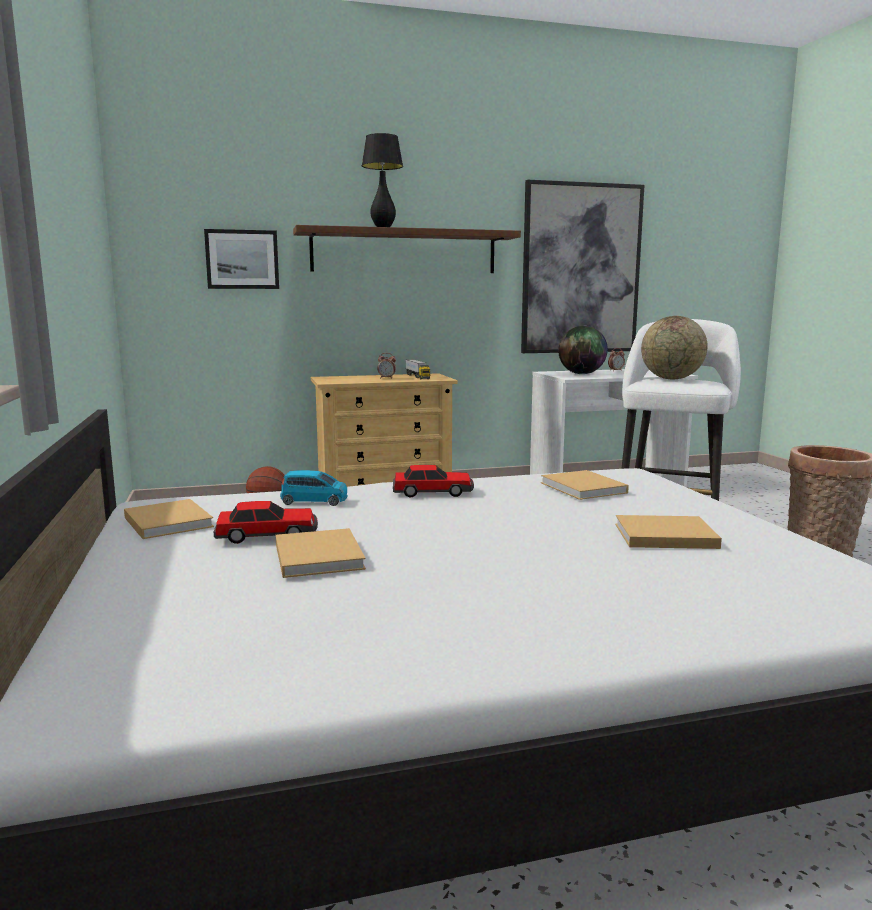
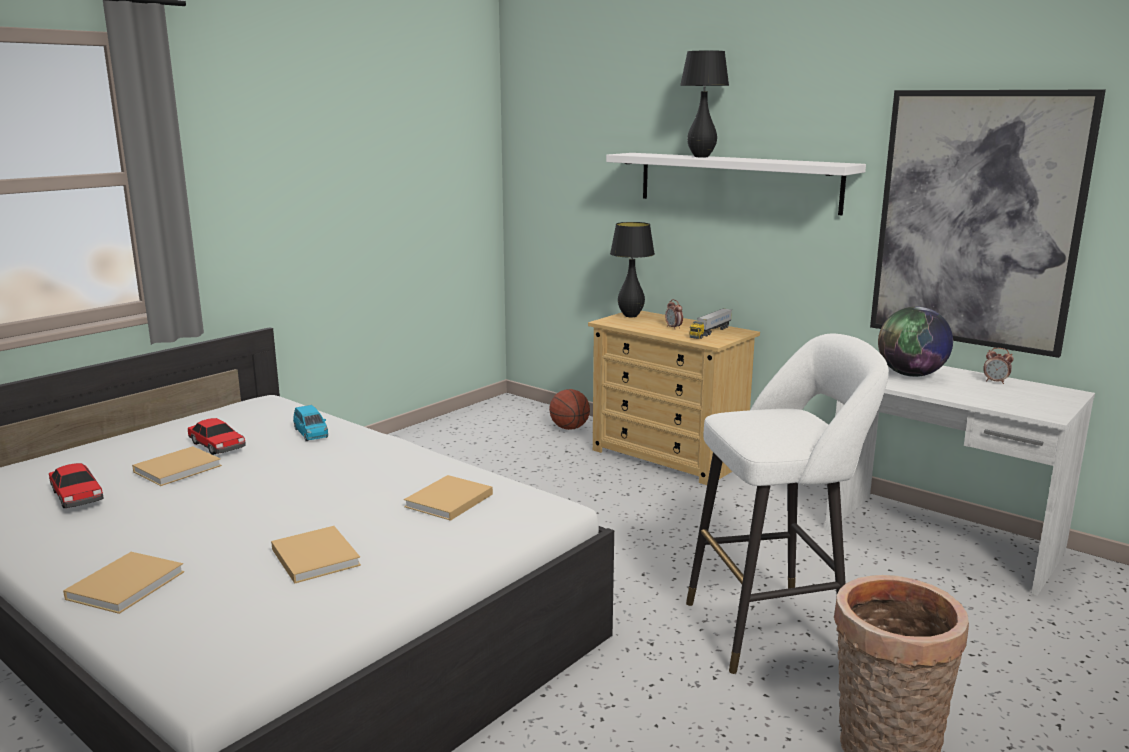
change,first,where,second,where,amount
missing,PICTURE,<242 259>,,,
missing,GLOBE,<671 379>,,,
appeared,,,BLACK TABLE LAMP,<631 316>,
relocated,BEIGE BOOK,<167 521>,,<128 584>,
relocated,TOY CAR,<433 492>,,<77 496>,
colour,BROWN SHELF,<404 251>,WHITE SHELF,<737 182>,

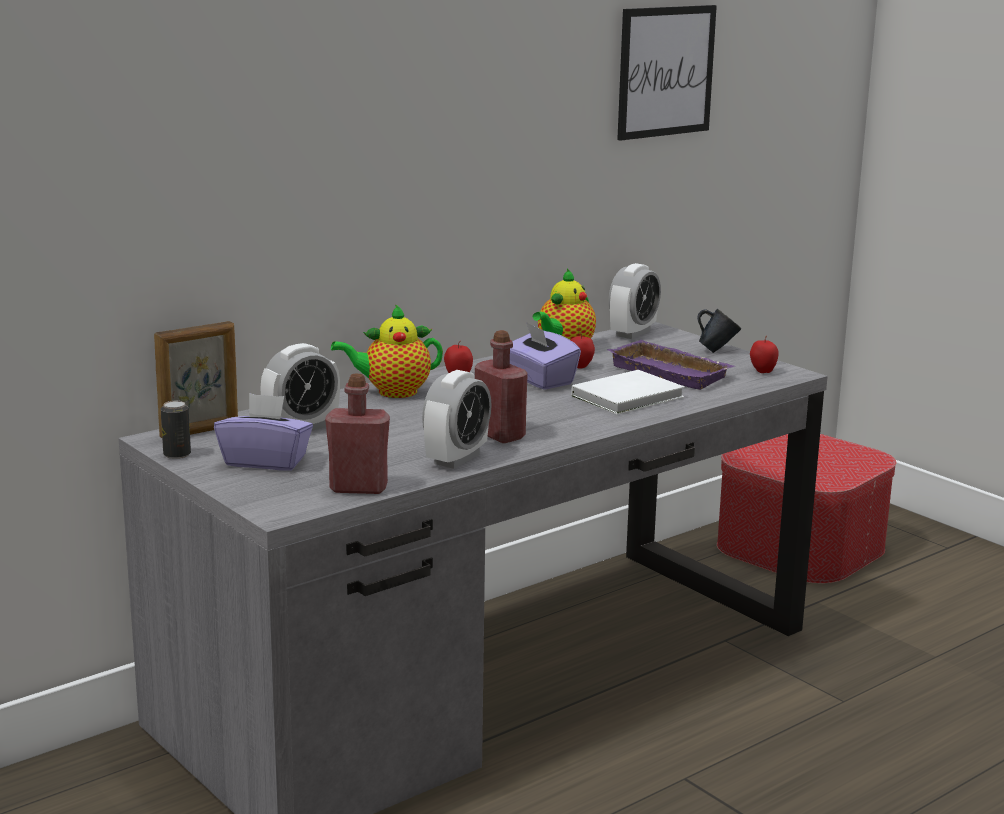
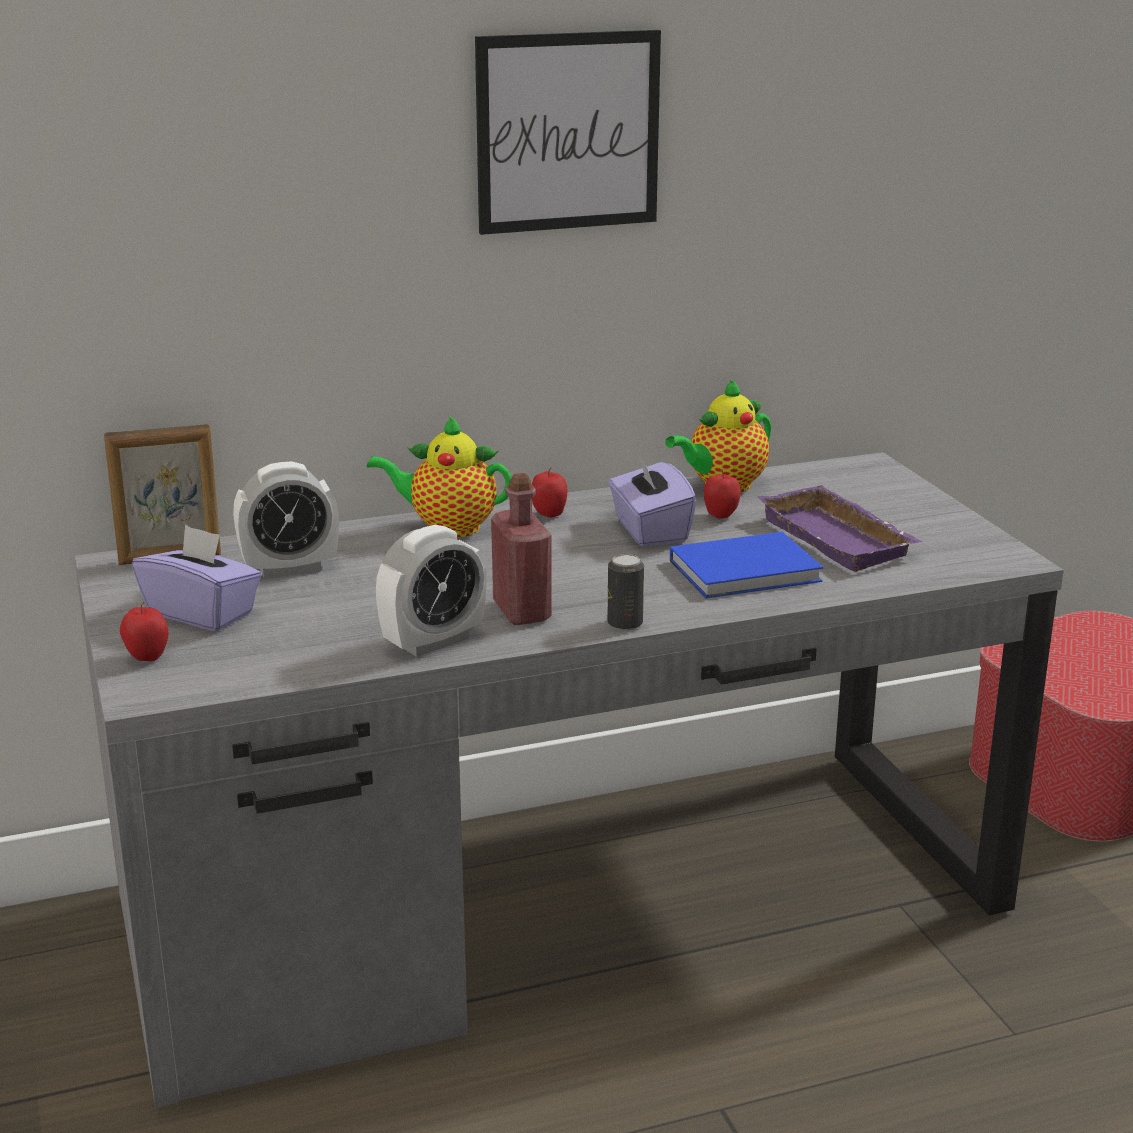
change,first,where,second,where,amount
missing,RED BOTTLE,<358 488>,,,
missing,ALARM CLOCK,<633 333>,,,
missing,BLUE MUG,<717 351>,,,
relocated,CAN,<177 455>,,<625 624>,
relocated,PICTURE,<666 71>,,<568 132>,
relocated,APPLE,<762 372>,,<147 658>,
colour,WHITE BOOK,<630 396>,BLUE BOOK,<749 571>,

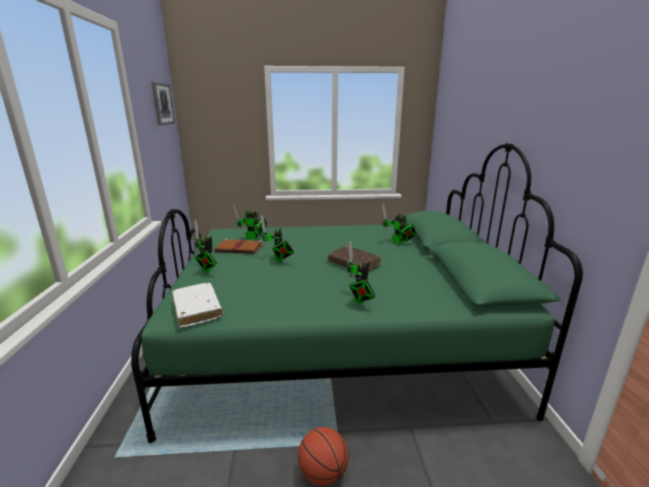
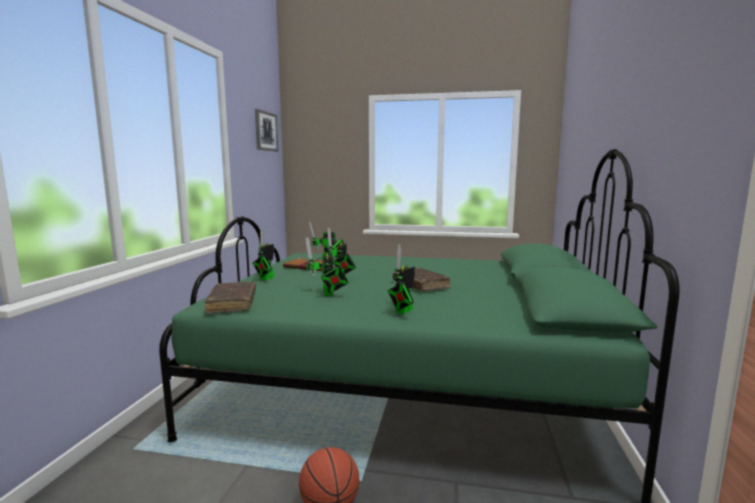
change,first,where,second,where,amount
relocated,TOY ROBOT,<399 242>,,<328 294>,
colour,WHITE BOOK,<197 310>,BROWN BOOK,<232 303>,

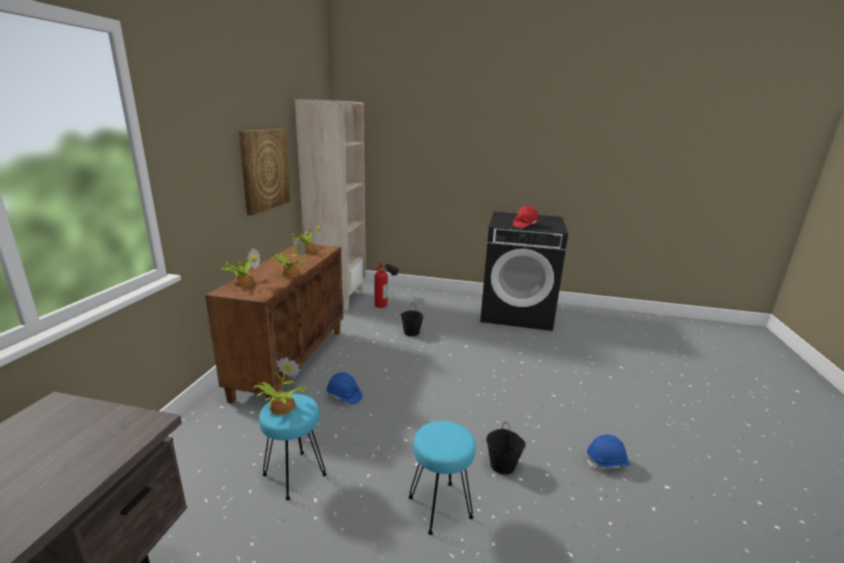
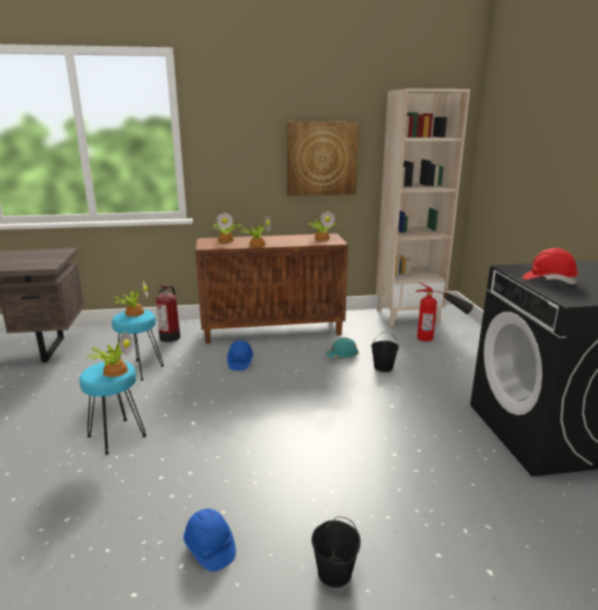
change,first,where,second,where,amount
appeared,,,POTTED PLANT,<115 370>,
appeared,,,FIRE EXTINGUISHER,<170 337>,
appeared,,,TURQUOISE HARD HAT,<342 355>,
relocated,BLACK BUCKET,<503 465>,,<335 573>,

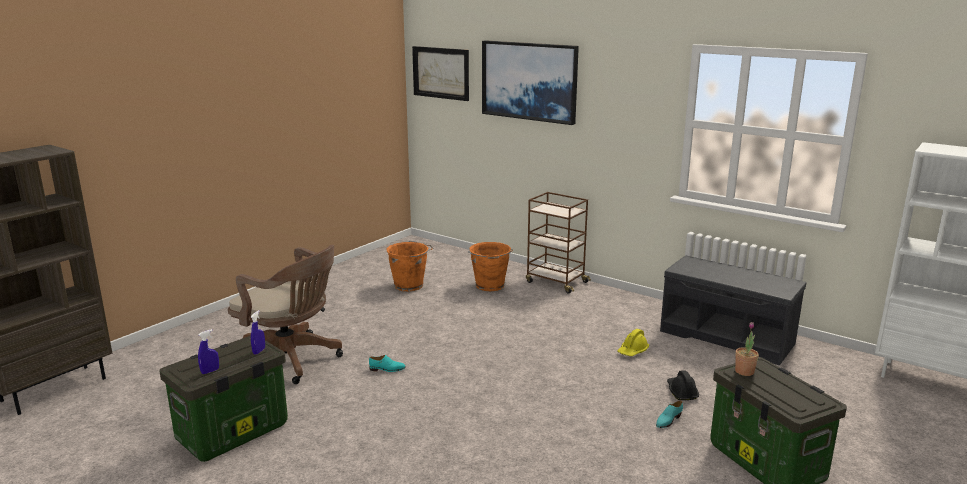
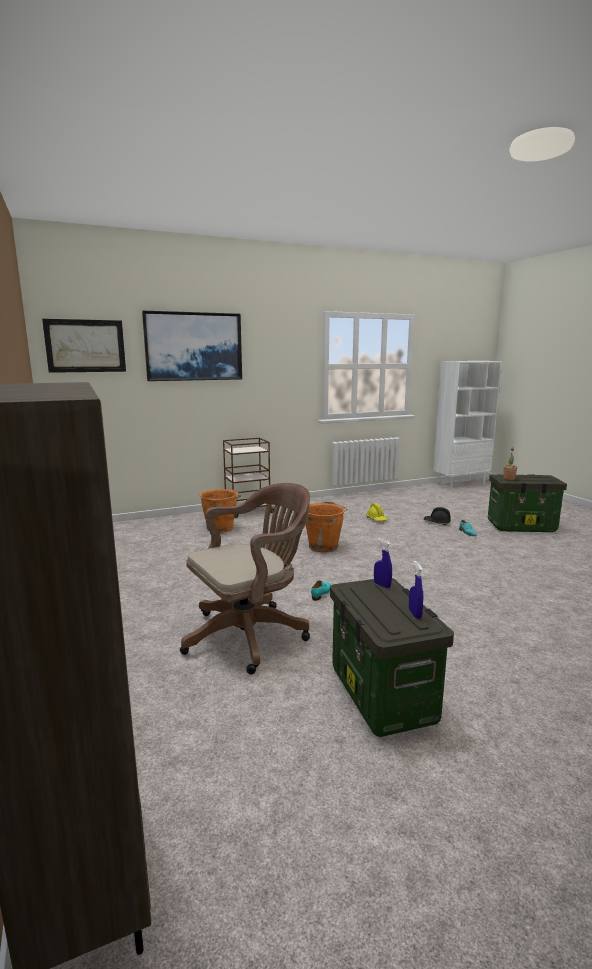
change,first,where,second,where,amount
missing,GREY BENCH,<728 337>,,,
relocated,ORANGE BUCKET,<410 285>,,<323 546>,

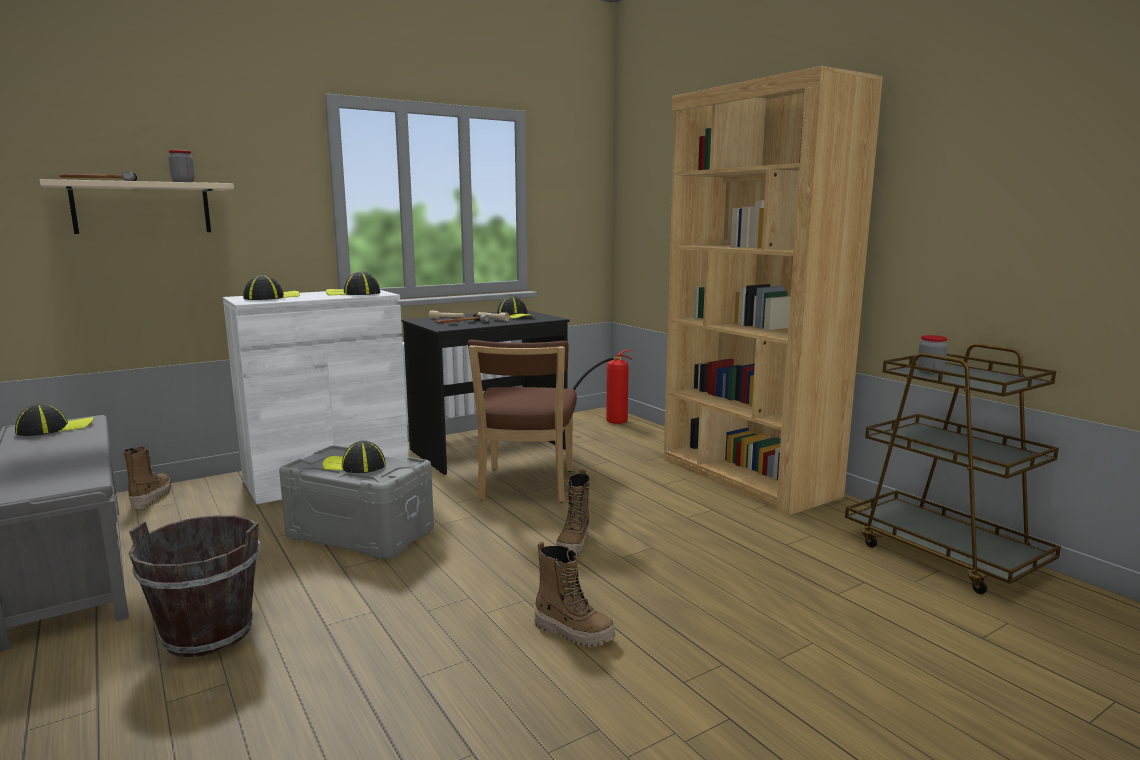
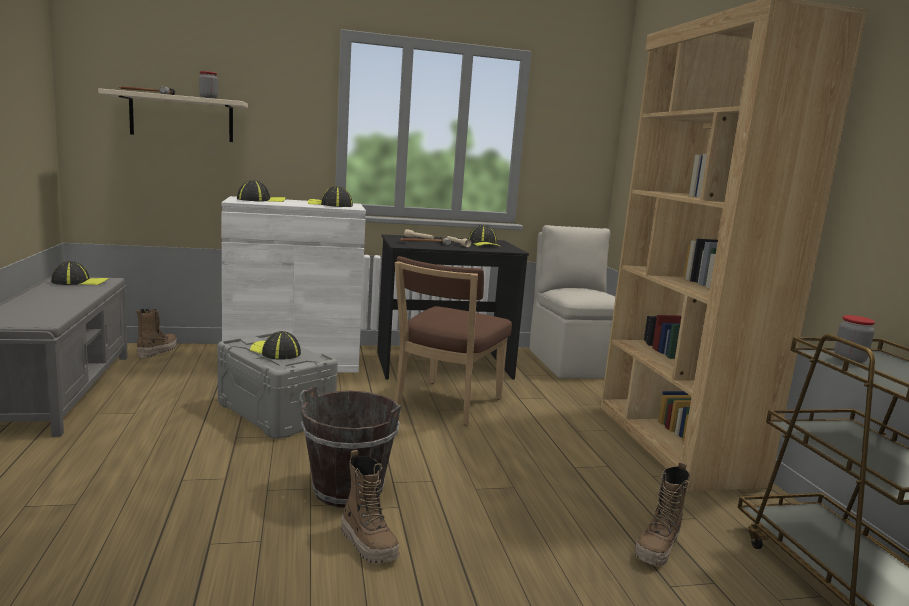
change,first,where,second,where,amount
relocated,BROWN BUCKET,<209 633>,,<348 490>,
relocated,BOOT,<574 544>,,<658 549>,
exchanged,FIRE EXTINGUISHER,<606 423>,BEIGE CHAIR,<573 362>,

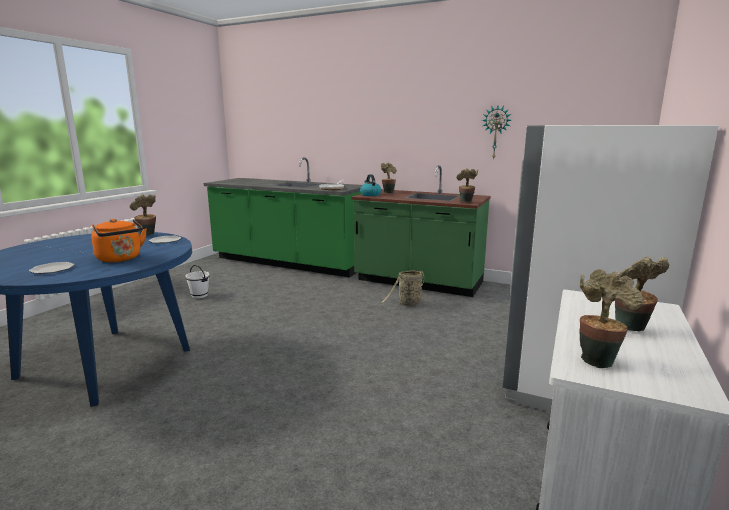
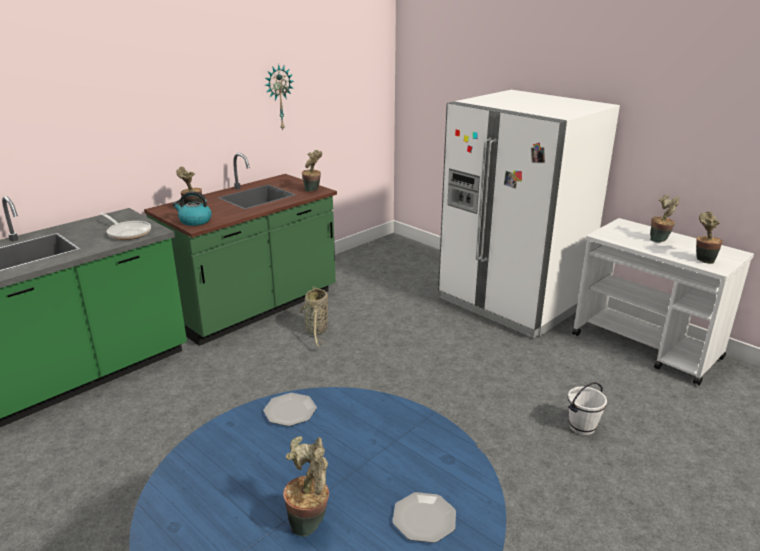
change,first,where,second,where,amount
missing,ORANGE KETTLE,<120 259>,,,
relocated,POTTED PLANT,<147 235>,,<310 523>,
relocated,WHITE BUCKET,<199 296>,,<582 427>,

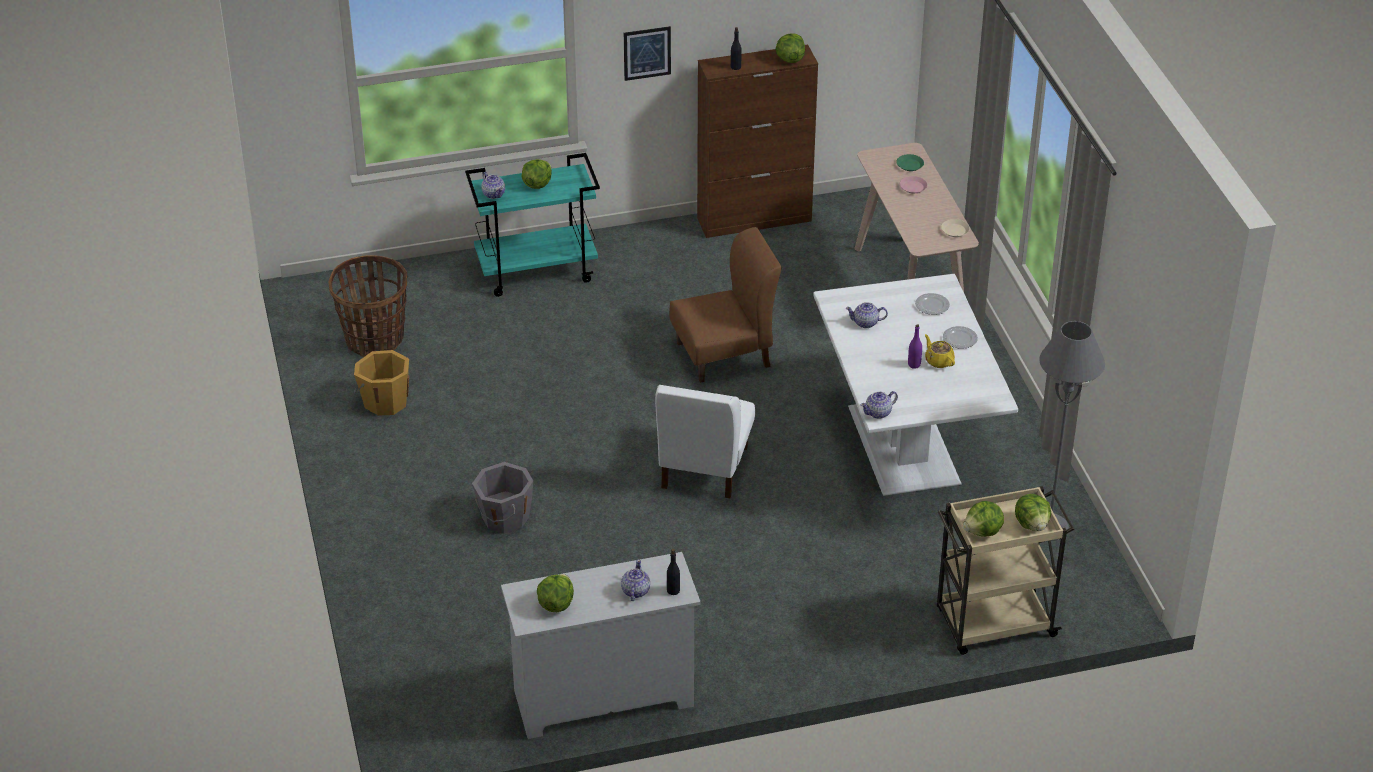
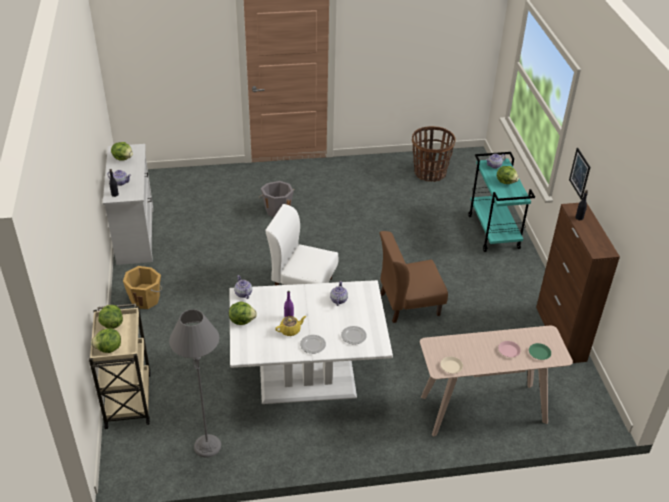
change,first,where,second,where,amount
relocated,ORANGE BUCKET,<385 401>,,<146 299>,
relocated,LETTUCE,<789 59>,,<242 320>,
spun,BROWN CHAIR,<724 354>,,<409 304>,90 degrees clockwise

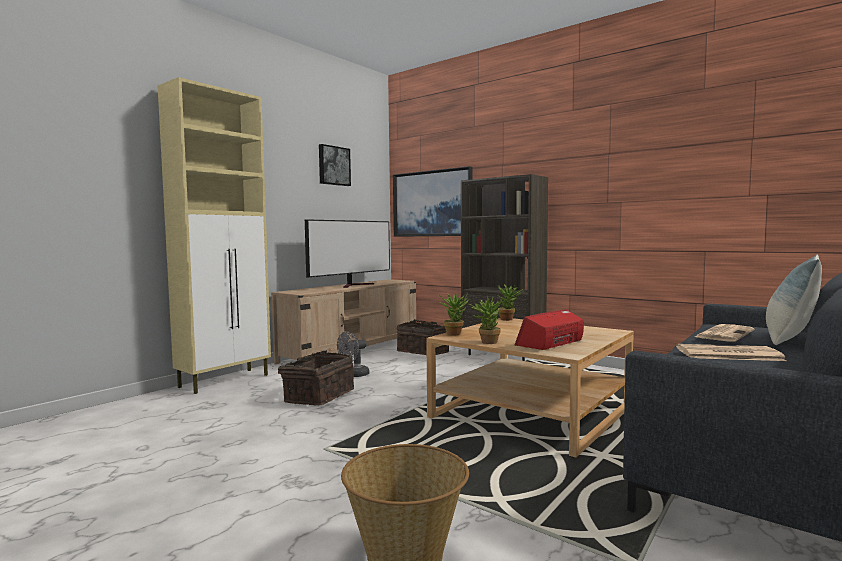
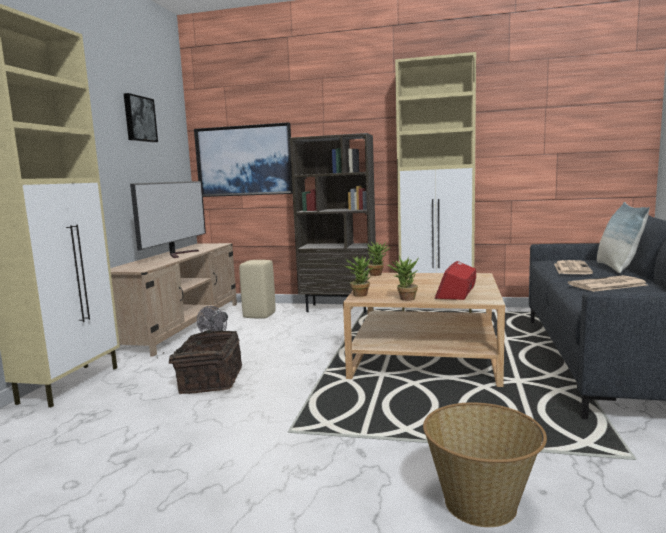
change,first,where,second,where,amount
appeared,,,BEIGE CABINET,<437 310>,
exchanged,BASKET,<424 352>,BEIGE STOOL,<260 315>,

